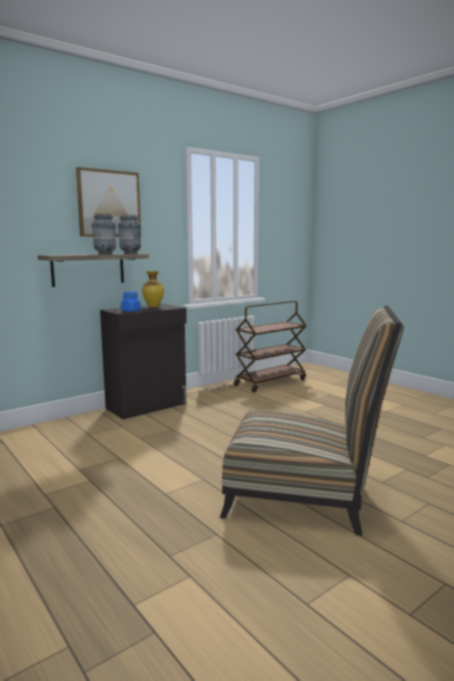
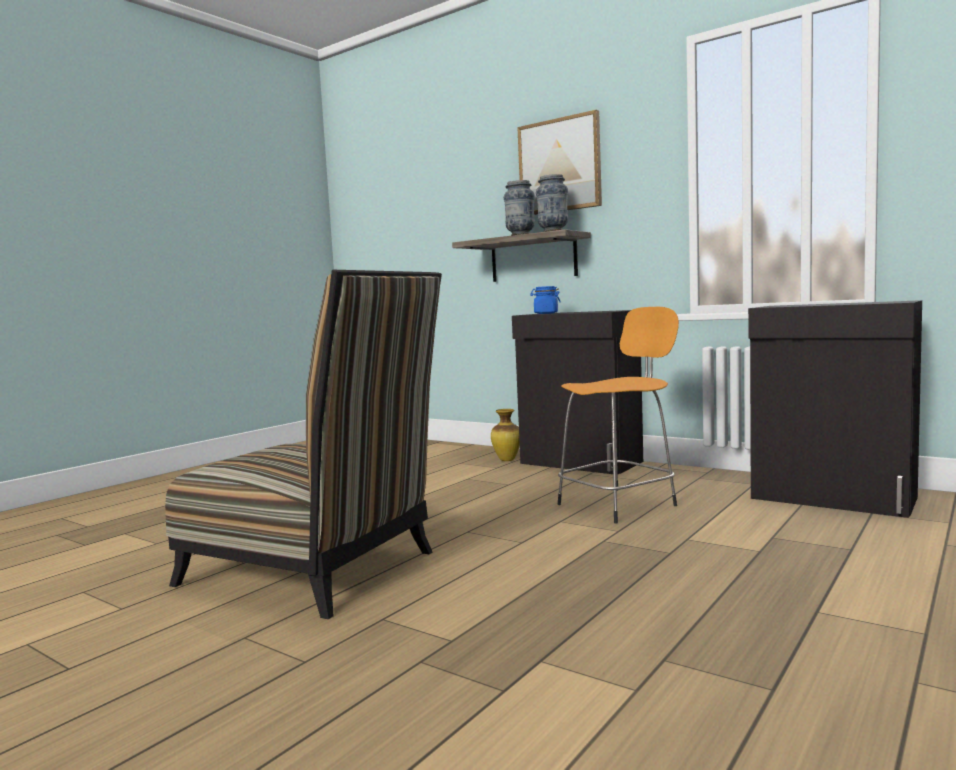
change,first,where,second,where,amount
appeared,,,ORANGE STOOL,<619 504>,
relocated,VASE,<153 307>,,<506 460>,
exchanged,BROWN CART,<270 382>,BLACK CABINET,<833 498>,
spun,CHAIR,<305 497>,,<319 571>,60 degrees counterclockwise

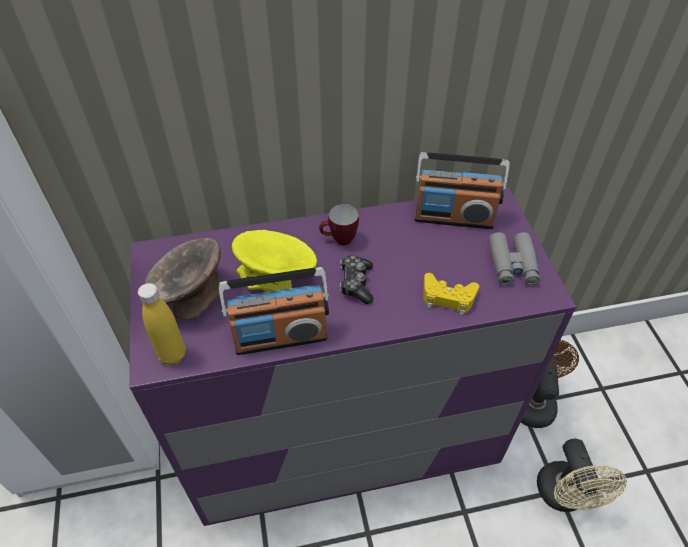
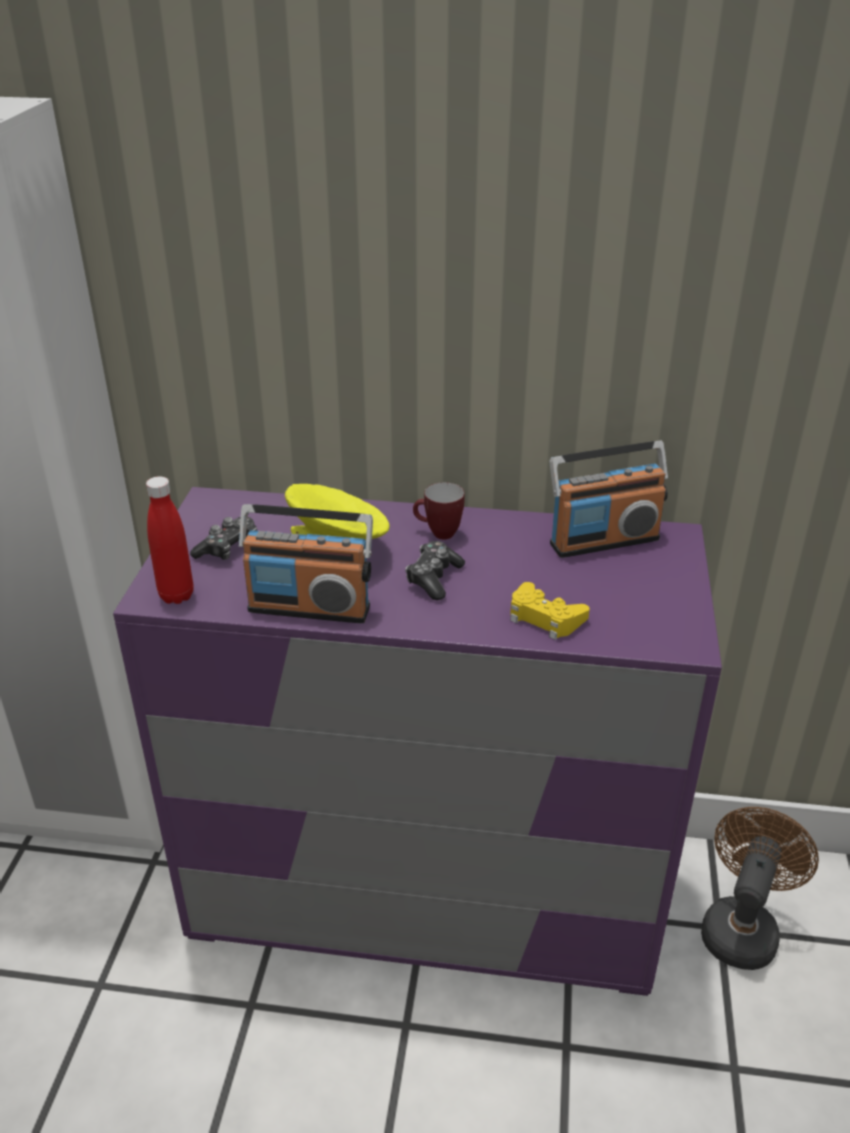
change,first,where,second,where,amount
missing,GREY BINOCULARS,<512 264>,,,
missing,BEIGE FAN,<565 497>,,,
exchanged,GREY BOWL,<190 297>,GAME CONTROLLER,<228 548>,
colour,YELLOW BOTTLE,<172 355>,RED BOTTLE,<176 595>,
spun,RADIO,<453 217>,,<603 541>,45 degrees counterclockwise

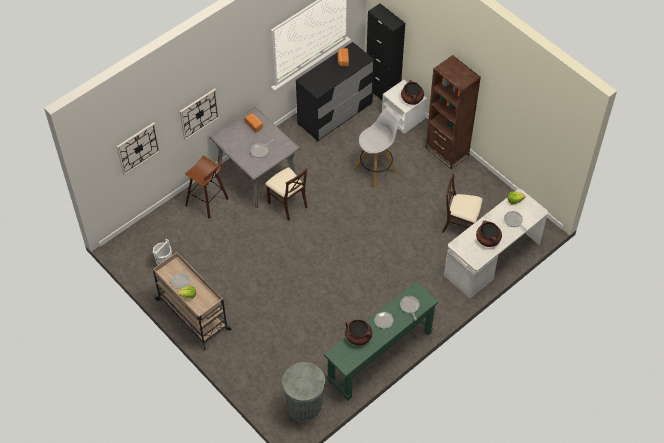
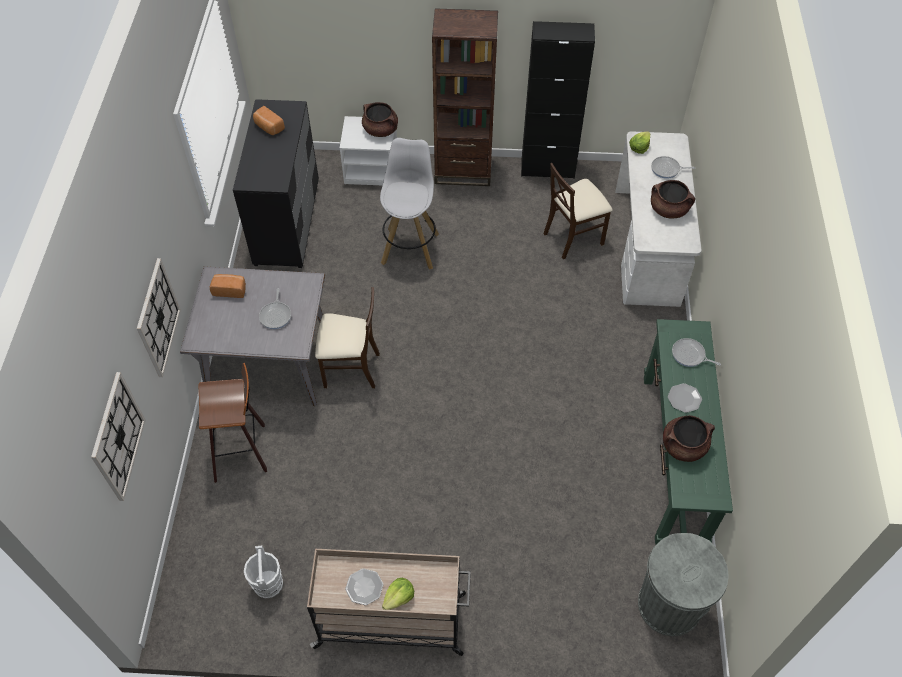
change,first,where,second,where,amount
relocated,BLACK CABINET,<382 92>,,<547 168>,

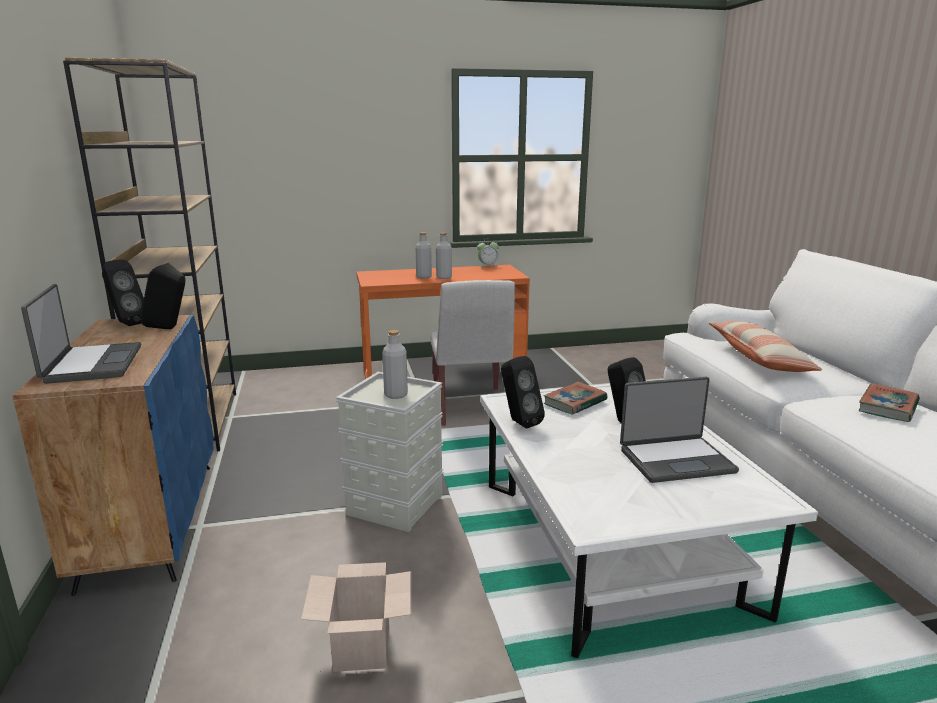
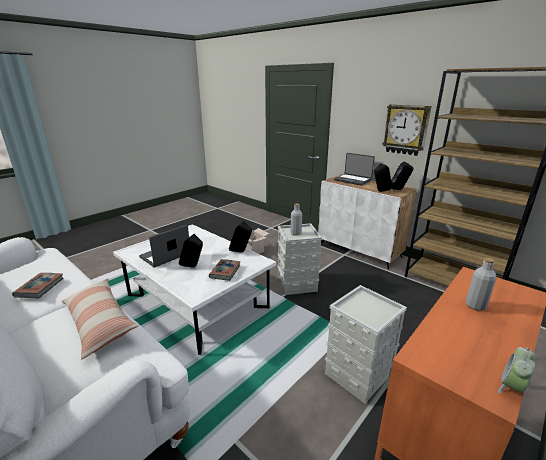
change,first,where,second,where,amount
missing,GREY BOTTLE,<444 277>,,,
appeared,,,WALL CLOCK,<406 129>,
exchanged,WHITE CHAIR,<471 407>,GREY STORAGE BOX,<358 374>,
colour,BLUE CABINET,<151 521>,WHITE CABINET,<360 250>,

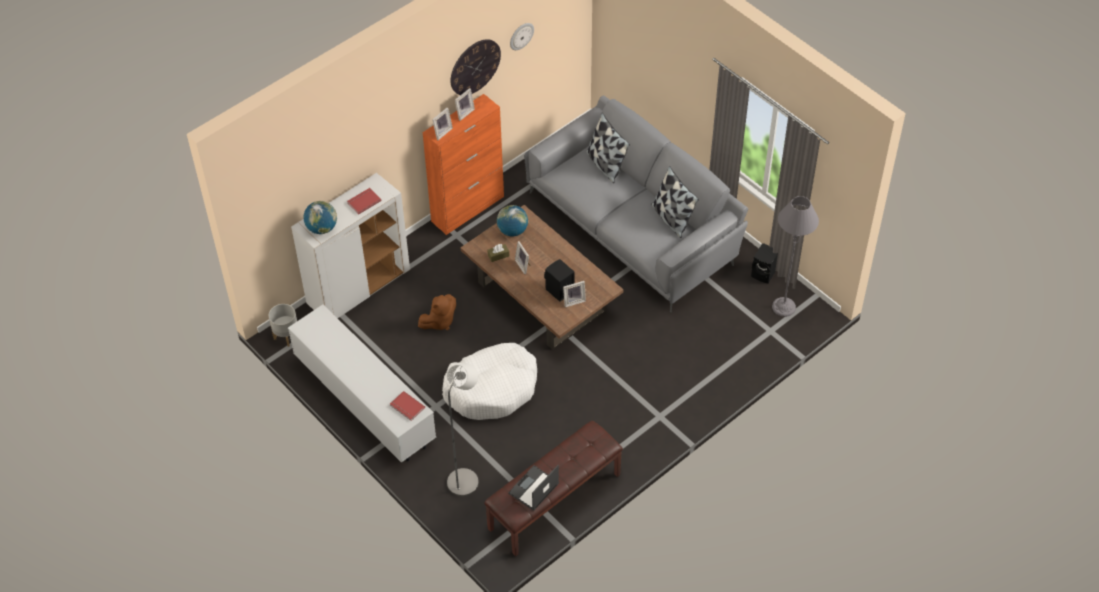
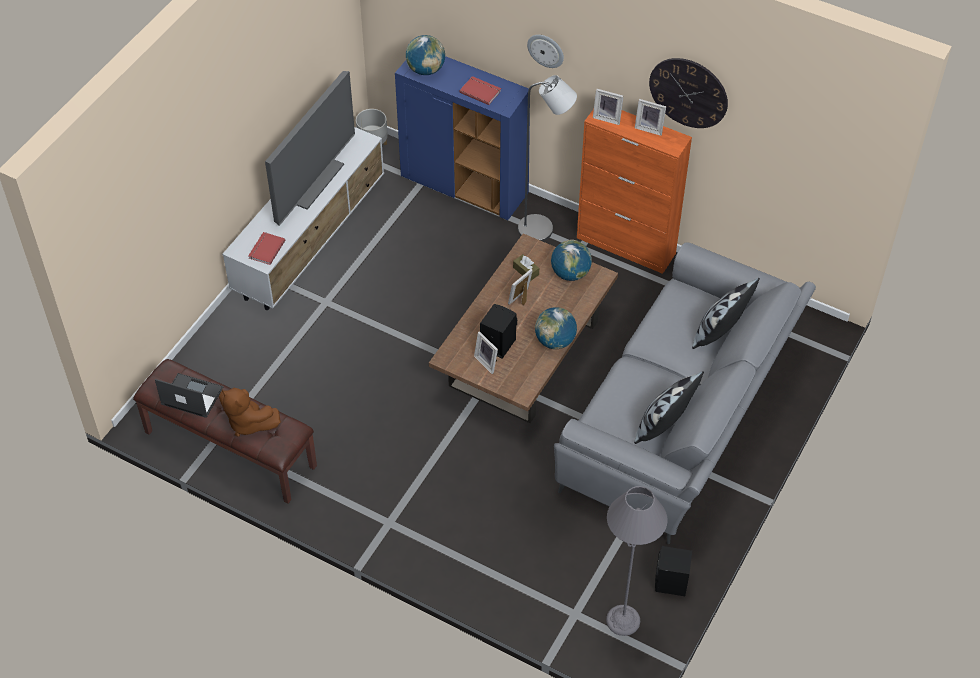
change,first,where,second,where,amount
missing,WHITE DOG BED,<491 388>,,,
appeared,,,TELEVISION,<311 180>,
appeared,,,GLOBE,<555 341>,
relocated,BROWN PLUSH TOY,<439 321>,,<248 422>,
relocated,GREY FLOOR LAMP,<466 478>,,<542 230>,
relocated,WALL CLOCK,<521 36>,,<546 50>,
colour,WHITE CABINET,<358 287>,BLUE CABINET,<465 186>,

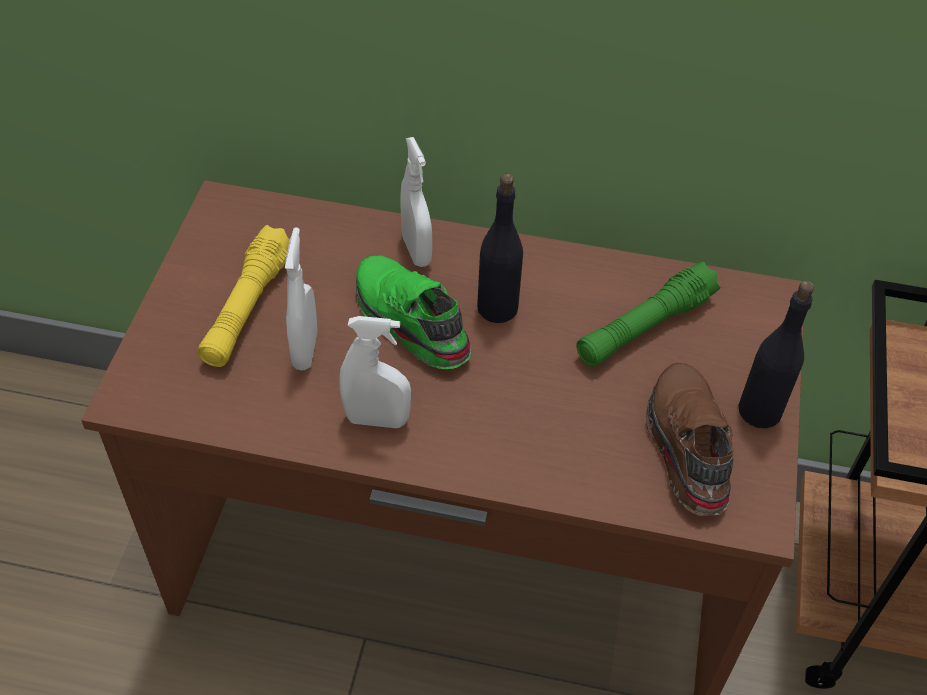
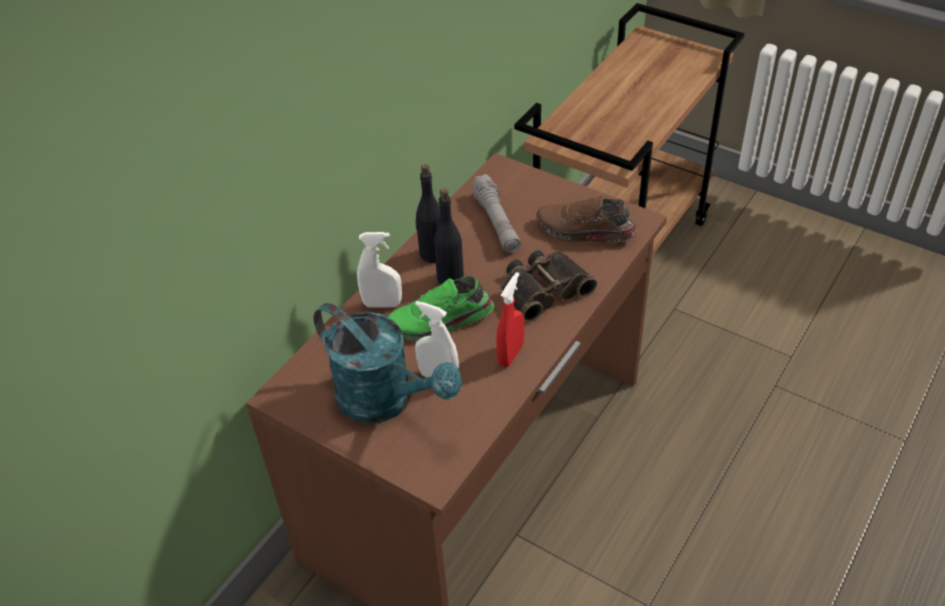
change,first,where,second,where,amount
appeared,,,BINOCULARS,<543 289>,
relocated,BLACK BOTTLE,<759 410>,,<432 254>,
exchanged,YELLOW FLASHLIGHT,<247 308>,TURQUOISE WATERING CAN,<386 400>,
colour,WHITE SPRAY BOTTLE,<377 420>,RED SPRAY BOTTLE,<510 354>,
colour,GREEN FLASHLIGHT,<645 327>,GREY FLASHLIGHT,<496 222>,

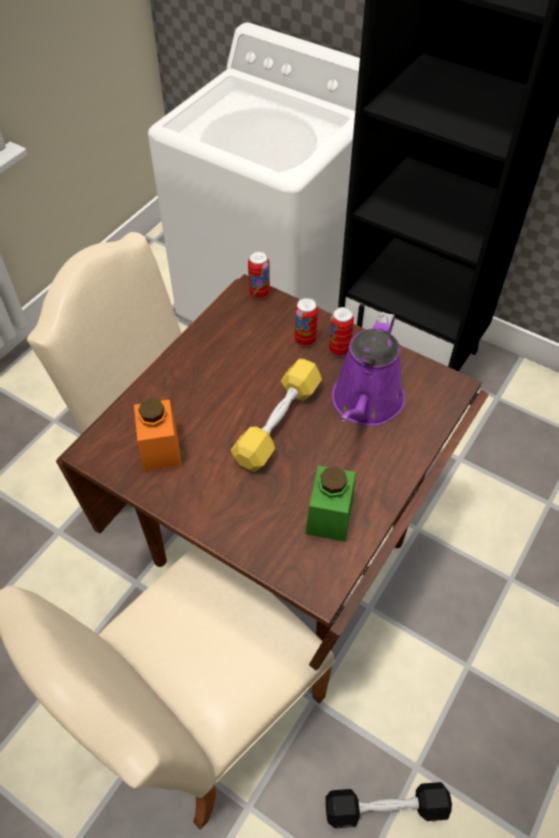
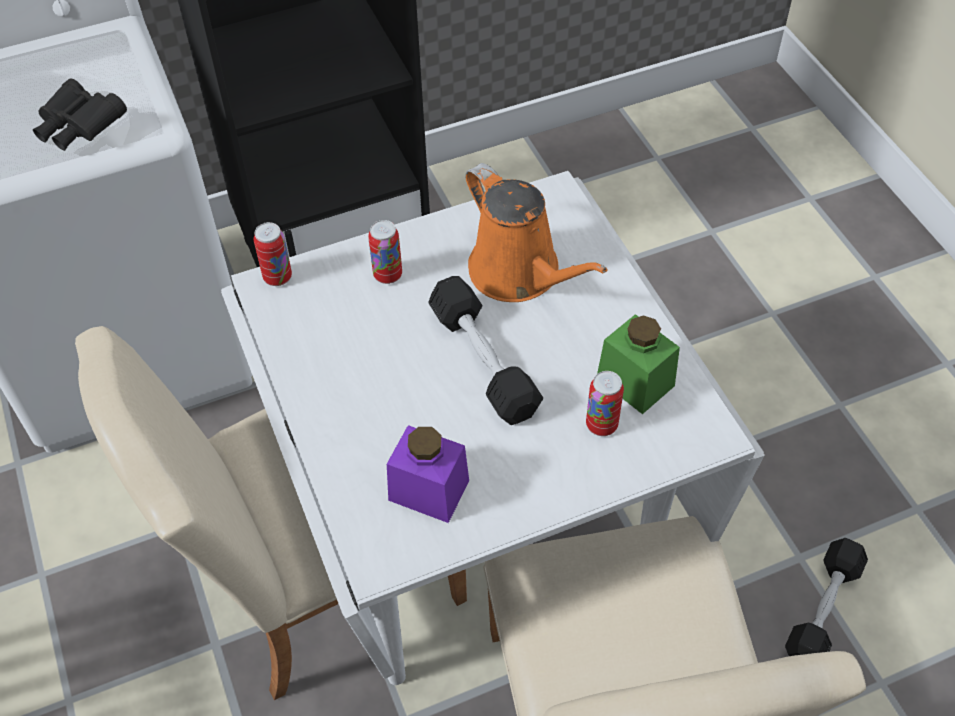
change,first,where,second,where,amount
appeared,,,BLACK BINOCULARS,<80 129>,
relocated,CAN,<339 349>,,<601 425>,
colour,BROWN DINING TABLE,<280 550>,WHITE DINING TABLE,<480 537>,
colour,ORANGE JAR,<160 448>,PURPLE JAR,<429 490>,
colour,YELLOW DUMBBELL,<278 423>,BLACK DUMBBELL,<483 361>,
colour,PURPLE WATERING CAN,<365 404>,ORANGE WATERING CAN,<520 274>,

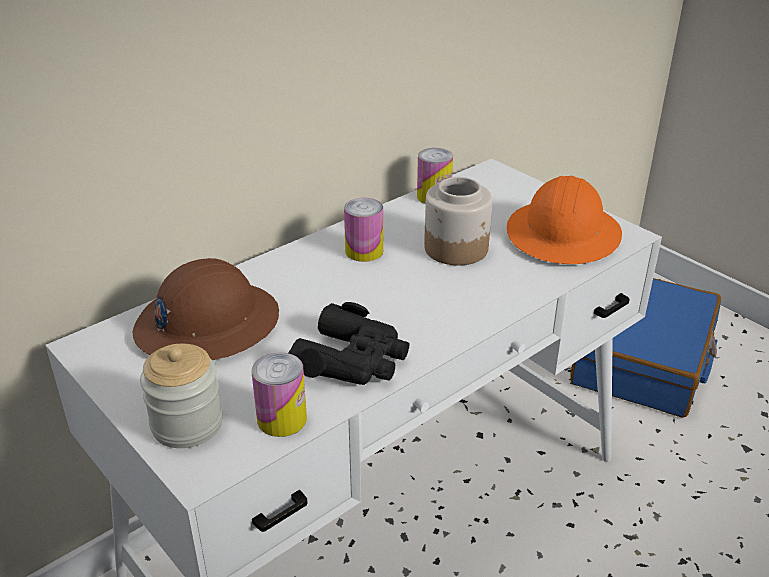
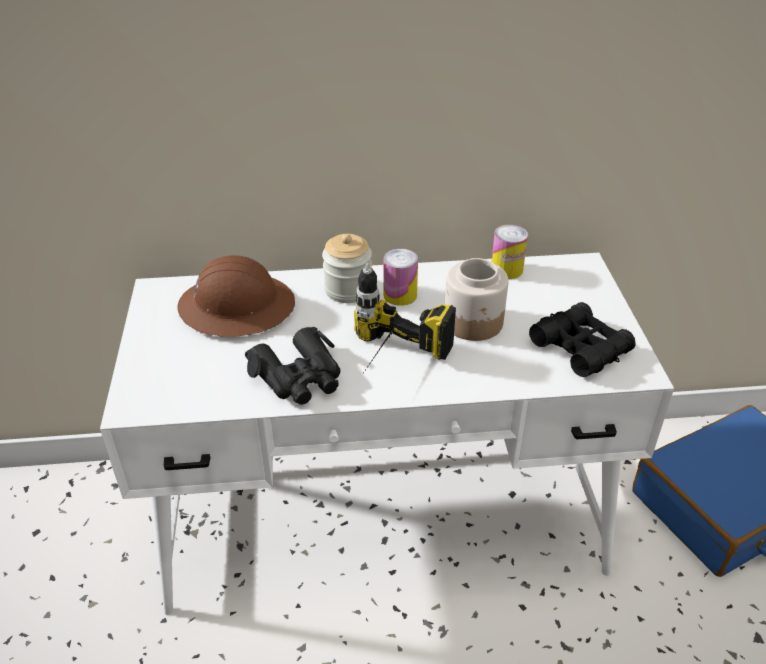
change,first,where,second,where,amount
missing,CAN,<282 419>,,,
appeared,,,POWER DRILL,<387 366>,
relocated,JAR,<187 424>,,<348 290>,
exchanged,ORANGE HARD HAT,<563 234>,BLACK BINOCULARS,<580 348>,

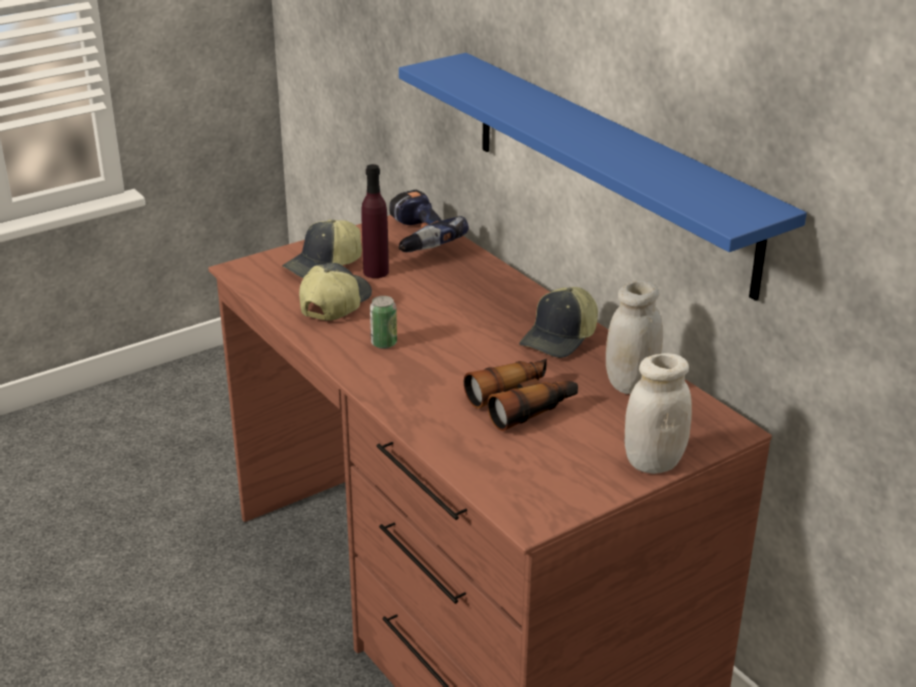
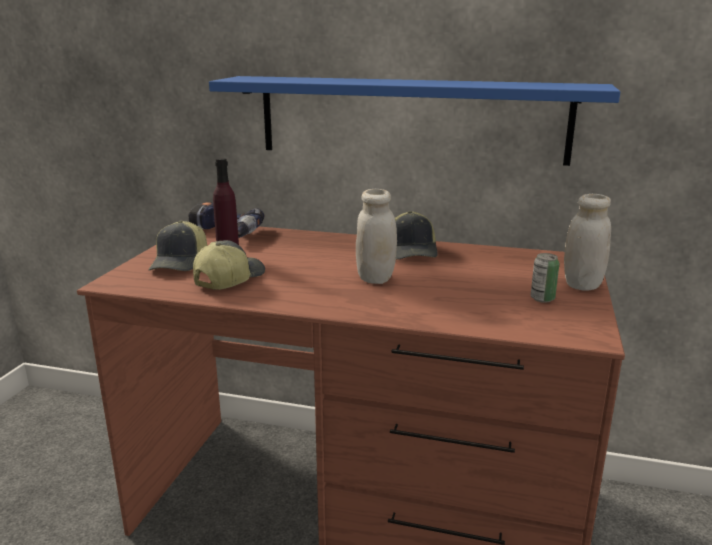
change,first,where,second,where,amount
missing,BINOCULARS,<523 404>,,,
relocated,CAN,<384 343>,,<542 299>,
relocated,WHITE JAR,<631 384>,,<375 278>,
spun,CAP,<334 303>,,<228 279>,45 degrees clockwise

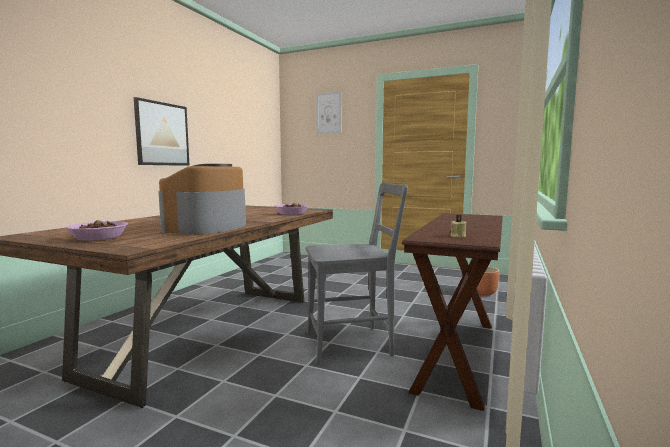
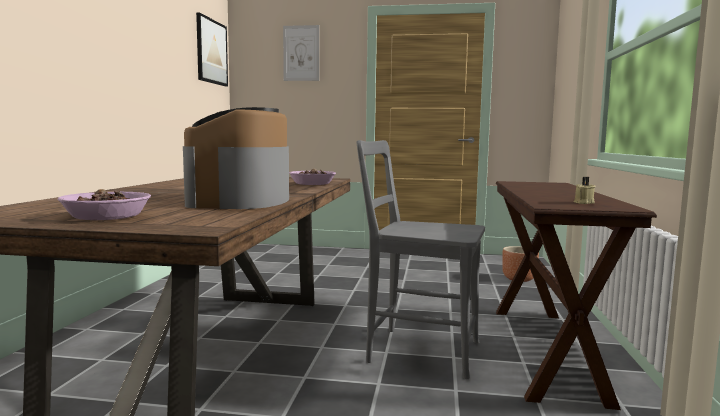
change,first,where,second,where,amount
relocated,PICTURE,<162 134>,,<211 51>,
spun,GREY CHAIR,<353 343>,,<417 350>,135 degrees counterclockwise

